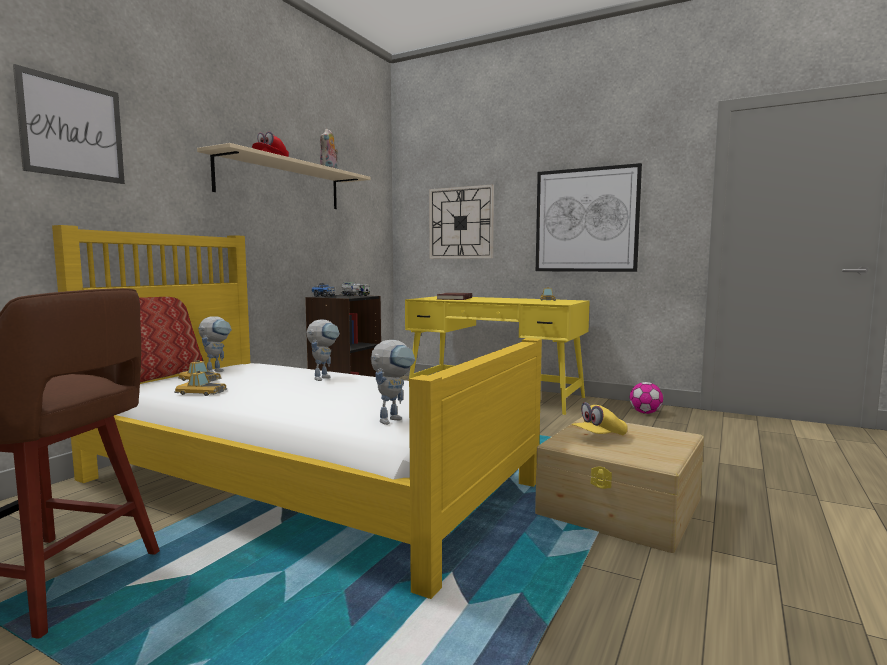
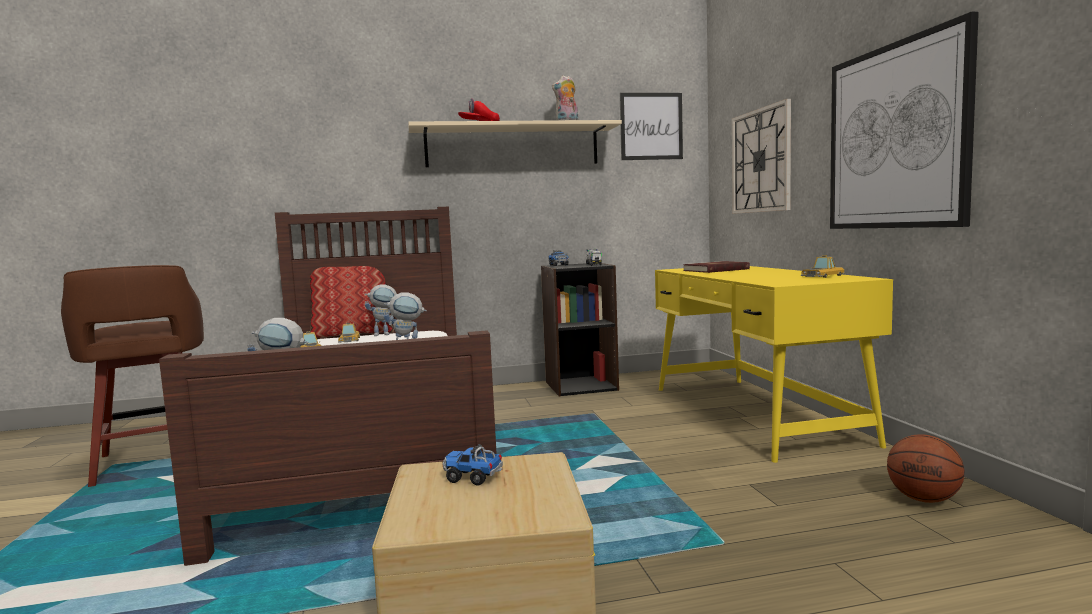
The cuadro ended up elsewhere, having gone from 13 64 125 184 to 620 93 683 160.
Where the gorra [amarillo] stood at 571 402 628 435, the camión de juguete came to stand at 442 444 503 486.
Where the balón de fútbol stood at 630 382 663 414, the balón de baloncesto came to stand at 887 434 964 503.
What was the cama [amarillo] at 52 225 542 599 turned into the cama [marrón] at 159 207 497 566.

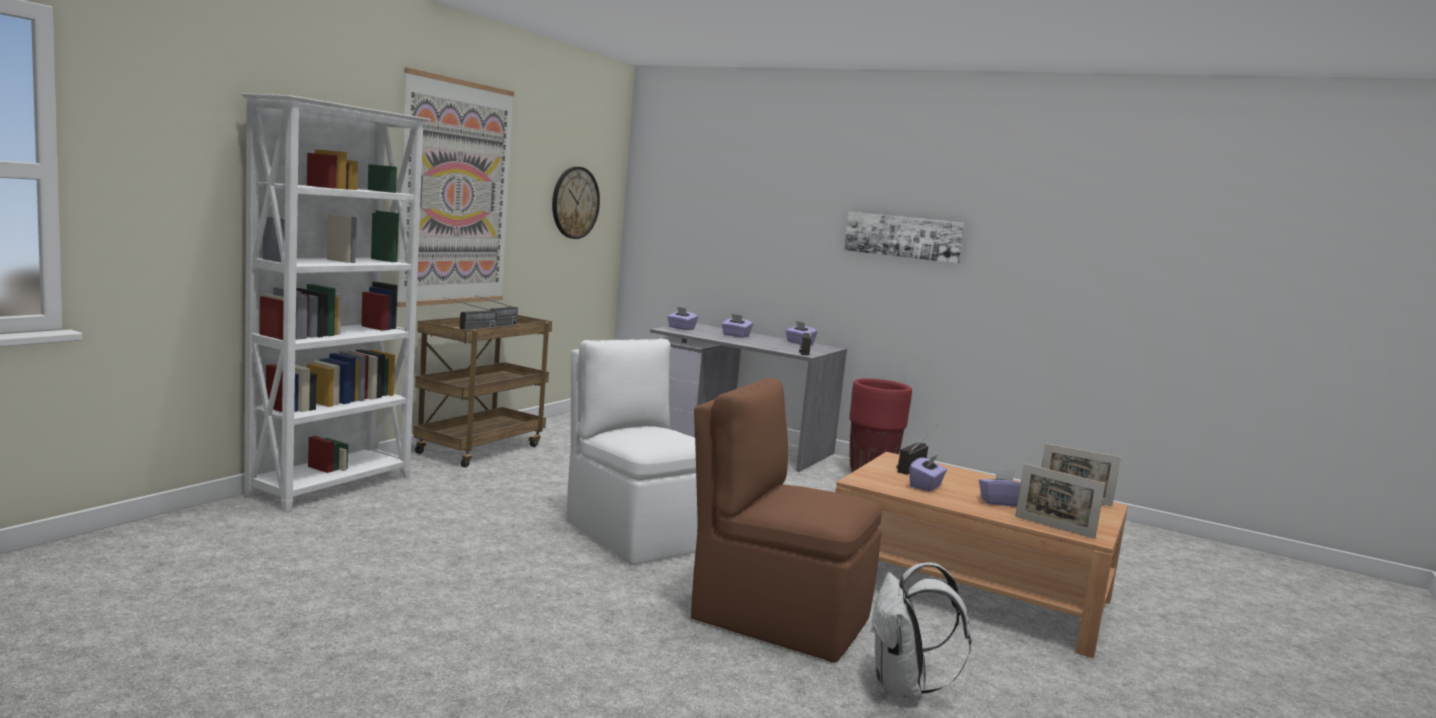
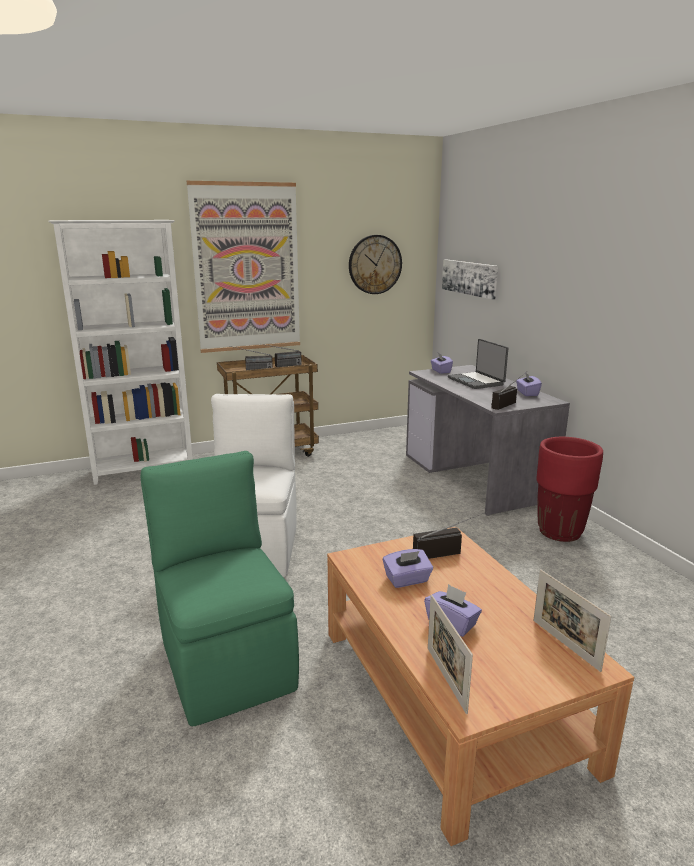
The second view lost the mochila [blanco] at 870 562 972 700.
The cuadro ended up elsewhere, having gone from 844 212 965 263 to 442 259 498 300.
Where the caja de pañuelos [morado] stood at 721 314 753 338, the portátil came to stand at 448 339 508 389.
What was the silla [marrón] at 691 378 882 663 turned into the silla [verde] at 140 451 299 726.

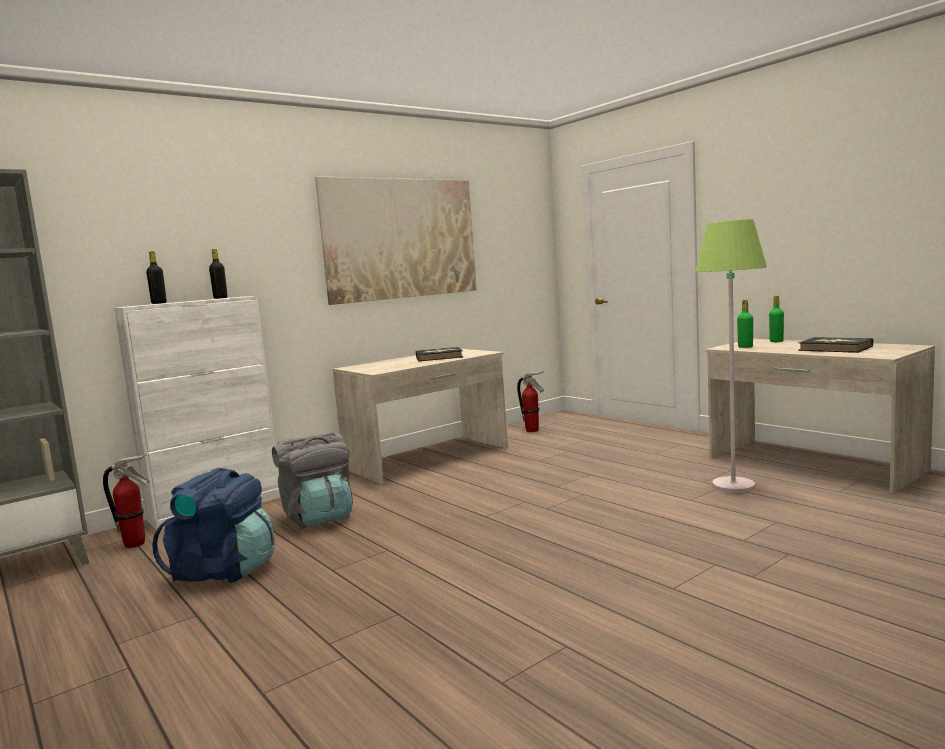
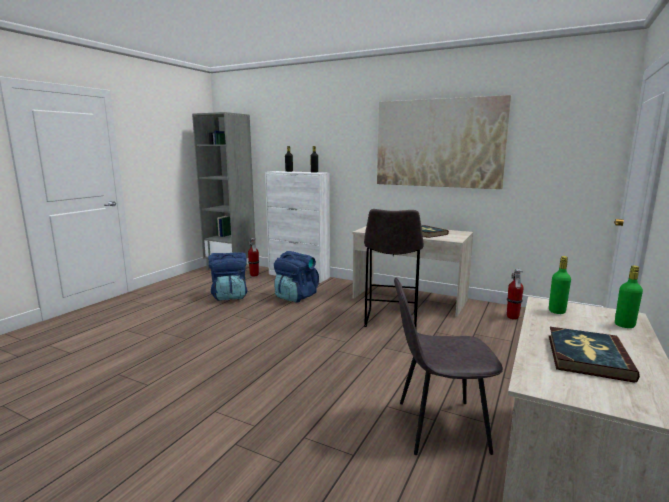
The second view gained the taburete [gris] at 364 209 424 327.
Where the lámpara de pie [verde] stood at 695 219 767 493, the silla [gris] came to stand at 394 277 503 455.
What was the mochila [gris] at 272 432 353 529 turned into the mochila [azul] at 274 251 319 303.

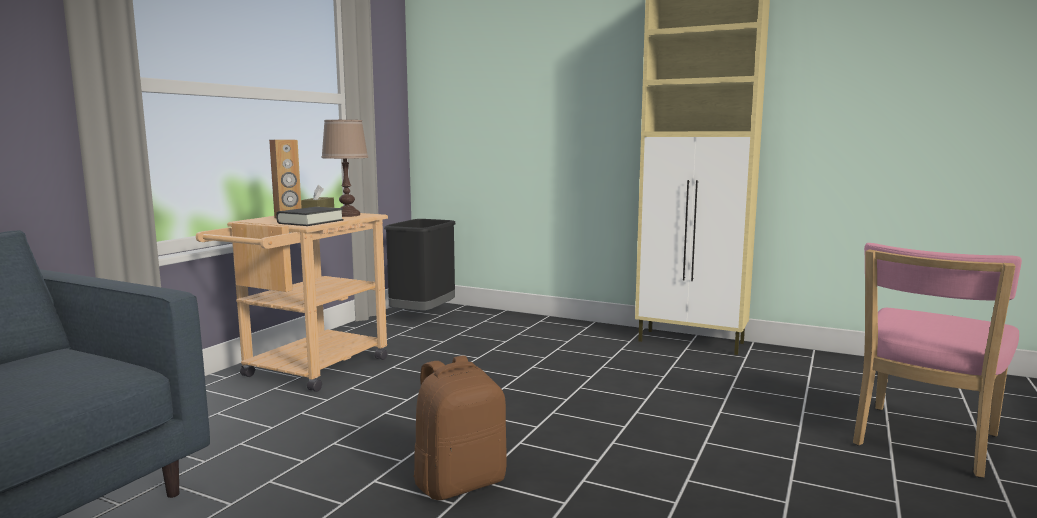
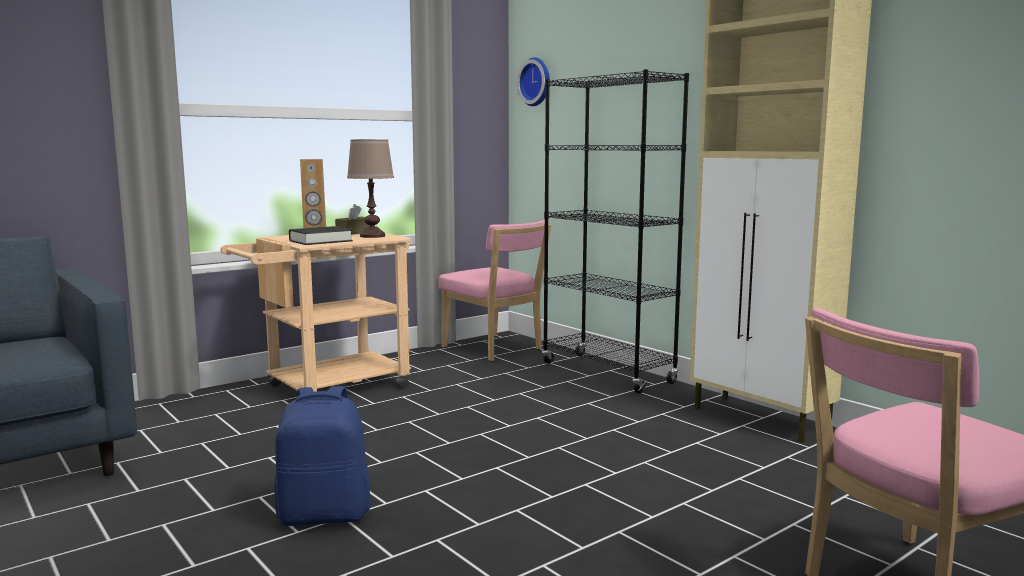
The second view gained the reloj de pared at 517 57 550 106.
The second view gained the estantería [negro] at 542 69 689 394.
Where the papelera [negro] stood at 384 219 456 311, the silla [rosa] came to stand at 438 220 551 362.
What was the mochila [marrón] at 413 355 507 500 turned into the mochila [azul] at 274 386 371 526.

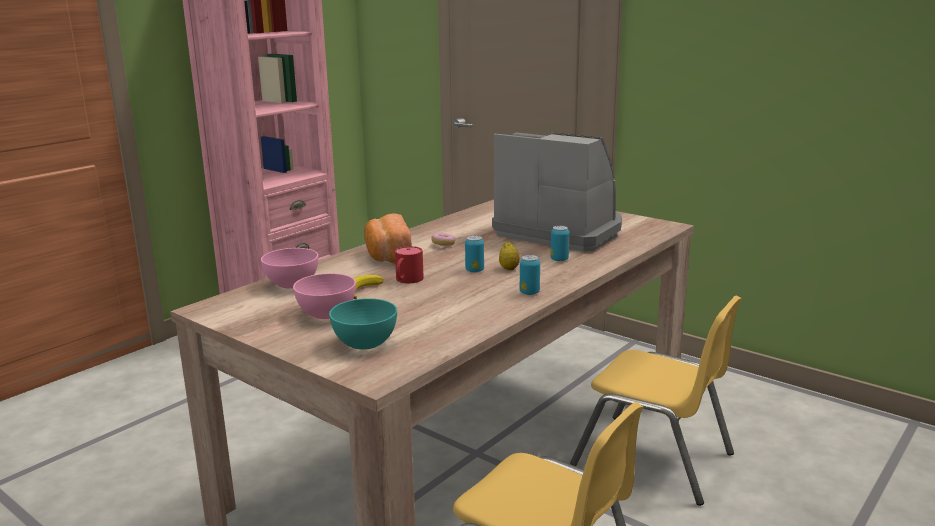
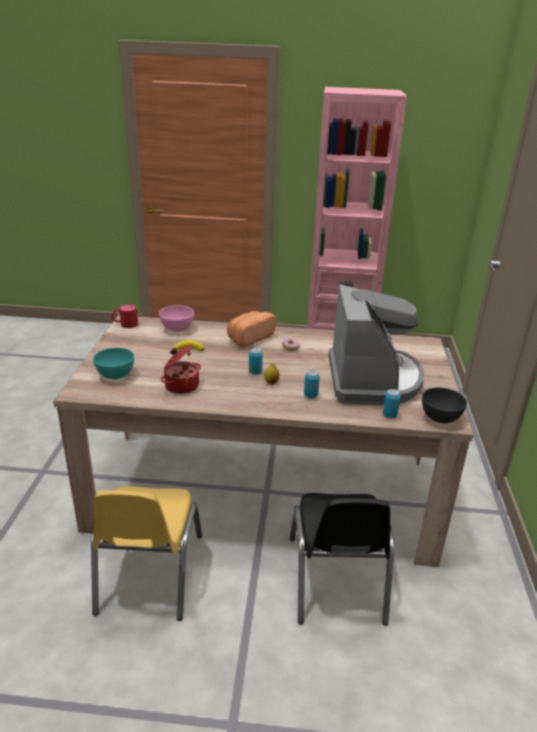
The second view lost the cuenco [rosa] at 293 273 356 319.
The second view gained the olla at 161 344 201 394.
The second view gained the cuenco [gris] at 422 388 467 423.
The taza grande [rojo] ended up elsewhere, having gone from 395 246 424 283 to 112 304 138 328.
The lata ended up elsewhere, having gone from 520 255 540 295 to 383 389 401 418.
What was the silla [amarillo] at 570 296 742 506 turned into the silla [negro] at 290 493 394 626.

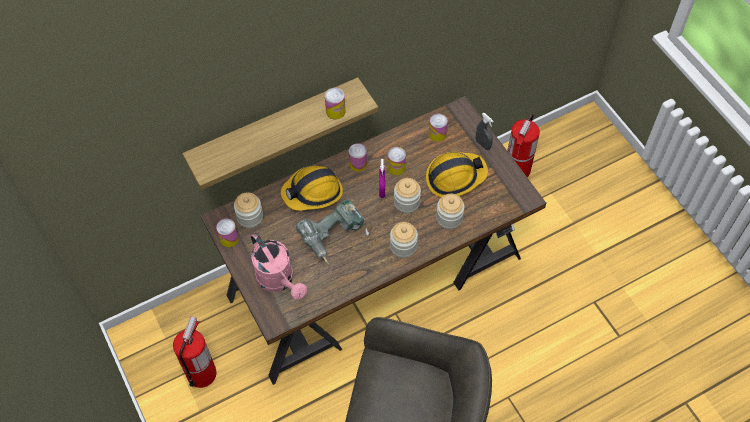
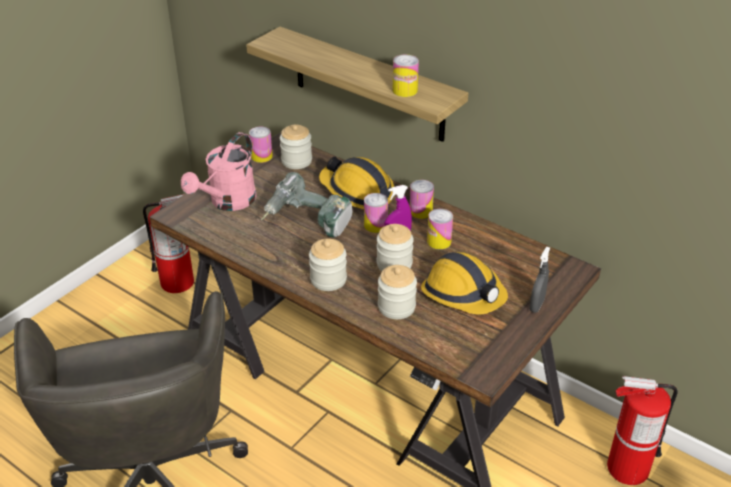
The lata ended up elsewhere, having gone from 429 114 448 142 to 364 193 388 233.

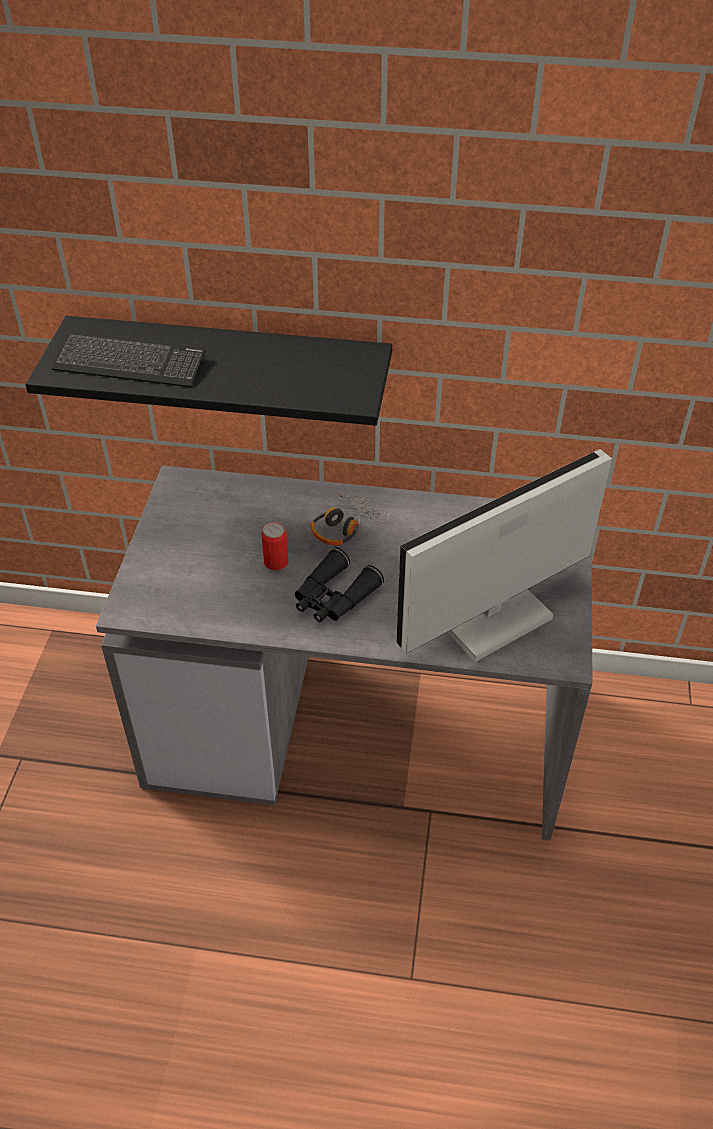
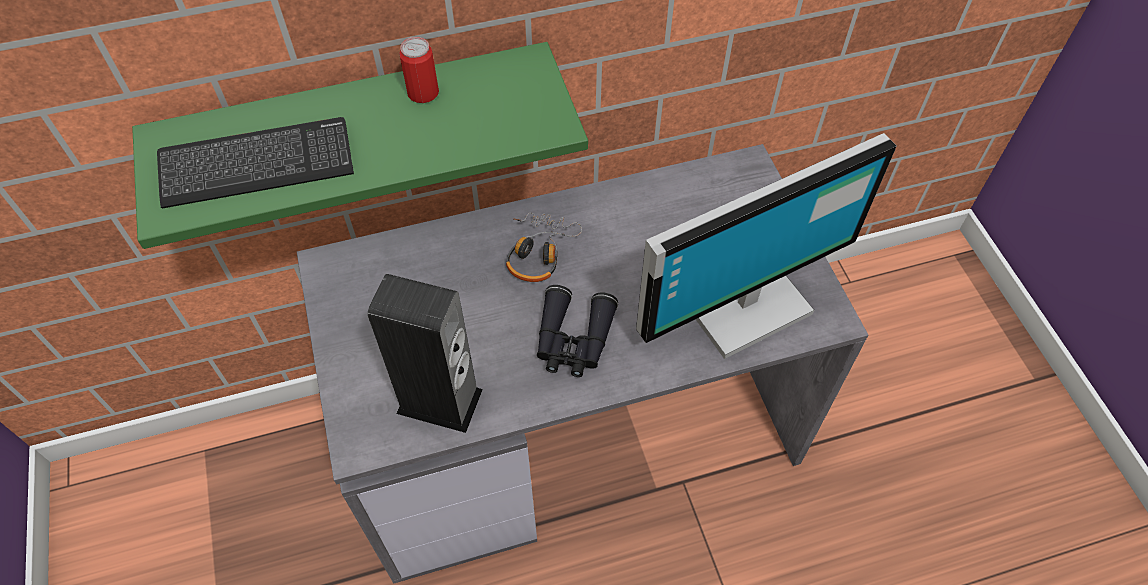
The second view gained the altavoz at 368 274 483 433.
The lata ended up elsewhere, having gone from 261 522 288 570 to 399 37 439 103.
What was the estante [negro] at 25 316 392 426 turned into the estante [verde] at 132 42 588 249.
The monitor at 396 449 612 662 ended up facing another way, 150 degrees counterclockwise from before.

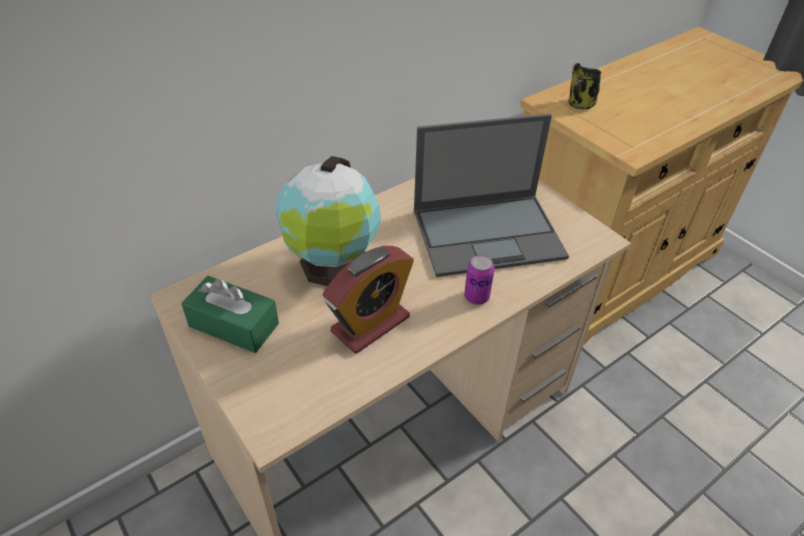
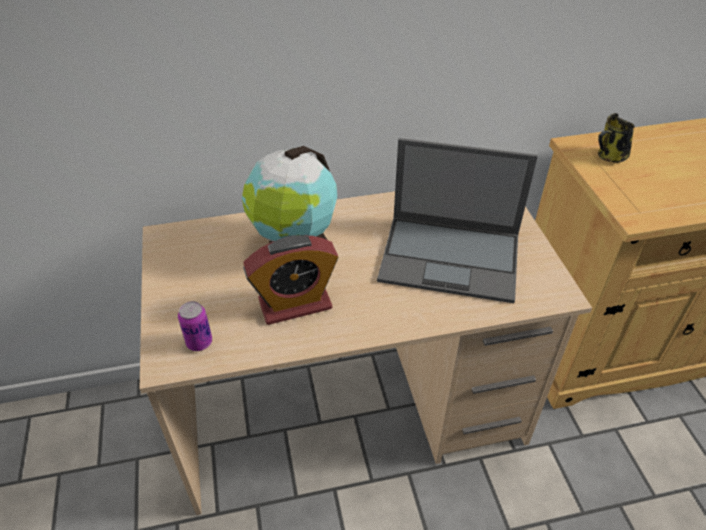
The second view lost the caja de pañuelos [verde] at 181 276 279 353.
The lata ended up elsewhere, having gone from 464 255 495 305 to 178 301 212 351.

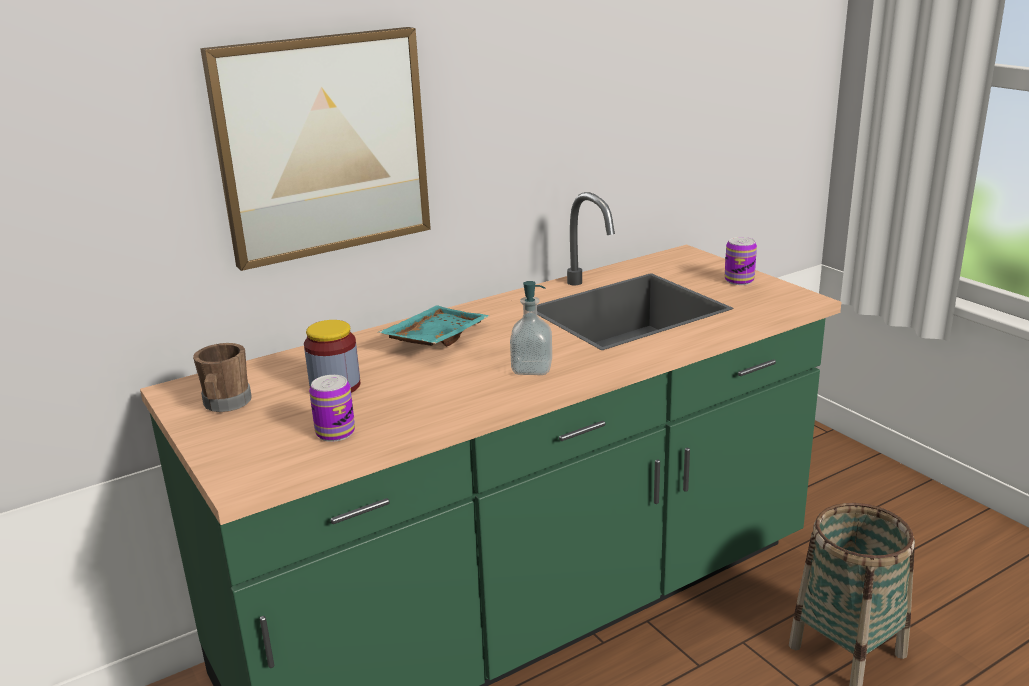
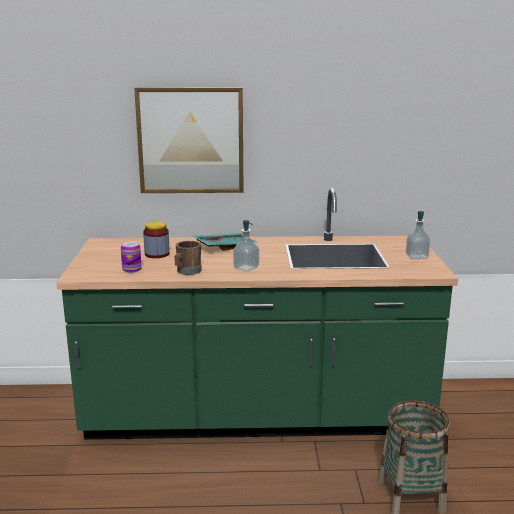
The taza grande [marrón] ended up elsewhere, having gone from 193 343 252 412 to 174 241 202 275.
Where the lata stood at 725 237 757 285, the dispensador de jabón came to stand at 406 211 430 259.

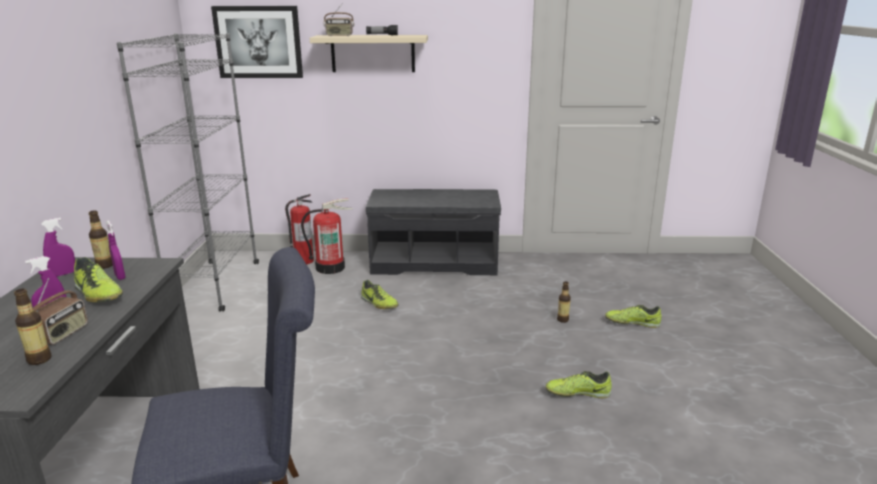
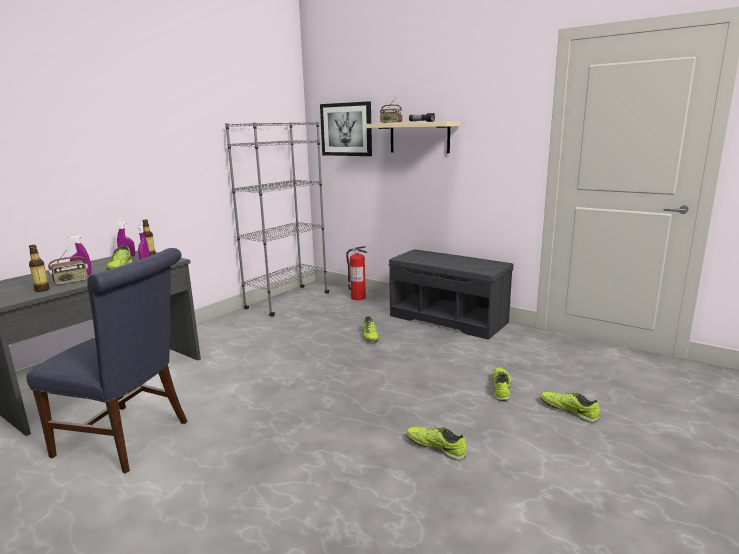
The second view lost the extintor at 301 199 353 274.
Where the botella stood at 557 281 571 323, the zapato came to stand at 492 367 511 401.

